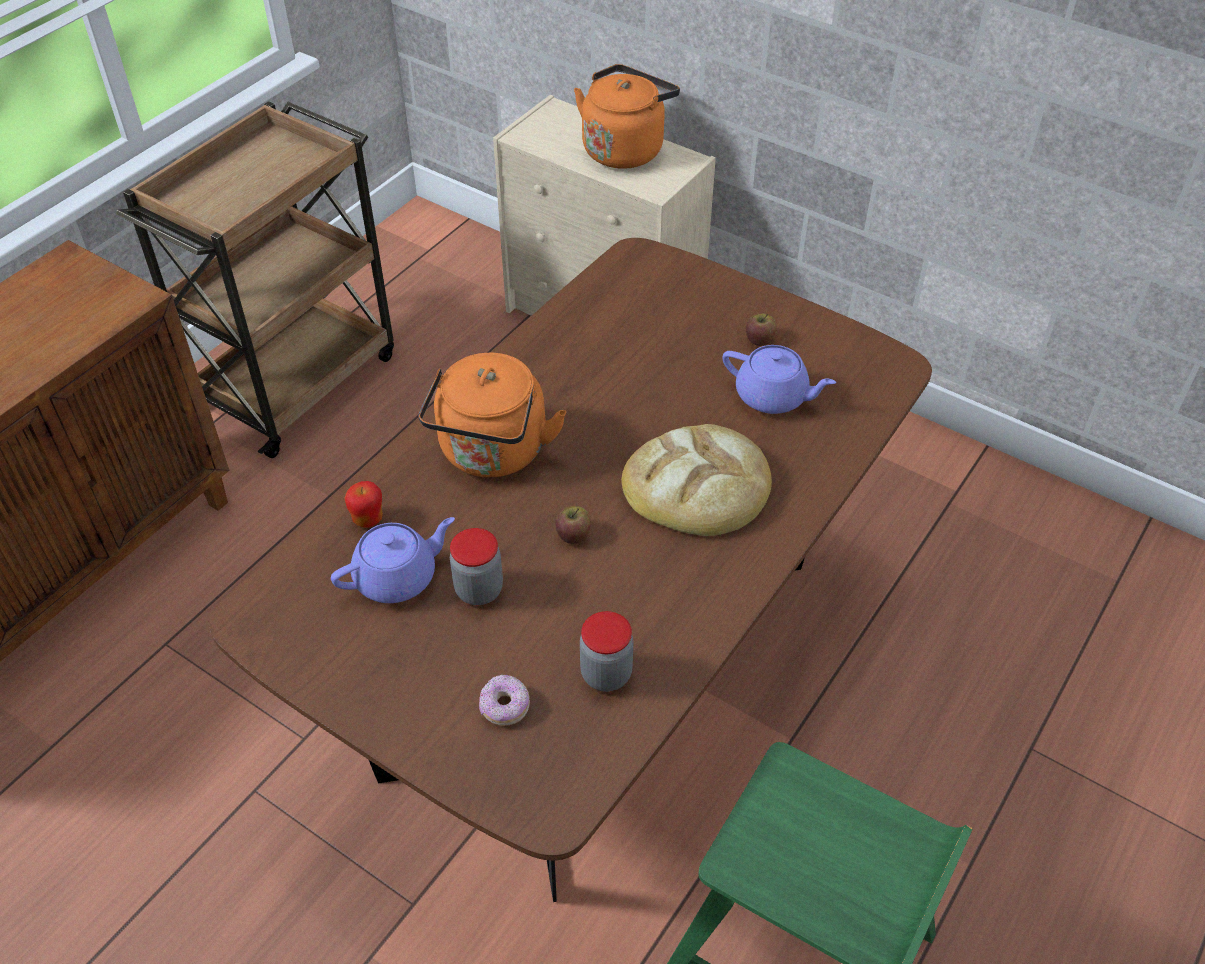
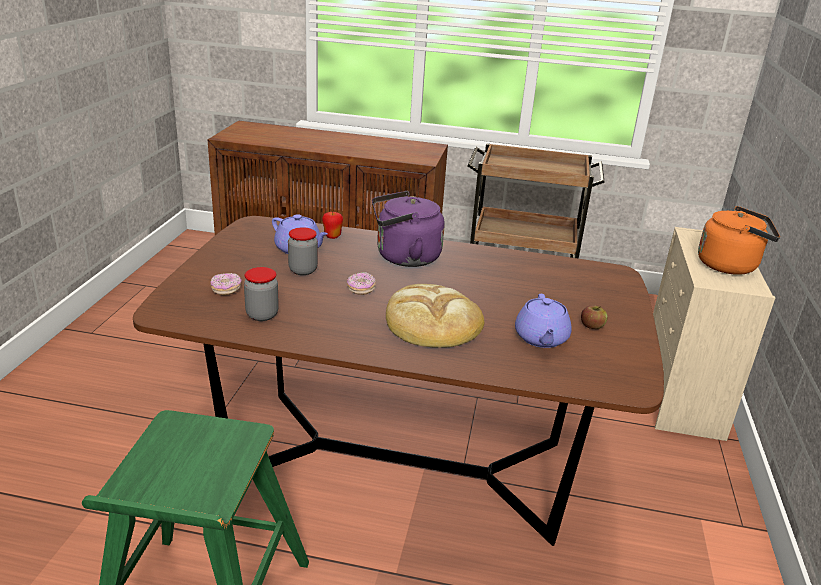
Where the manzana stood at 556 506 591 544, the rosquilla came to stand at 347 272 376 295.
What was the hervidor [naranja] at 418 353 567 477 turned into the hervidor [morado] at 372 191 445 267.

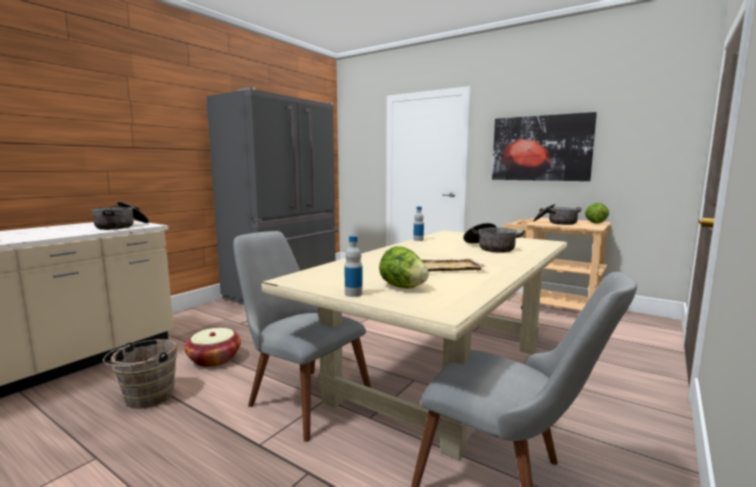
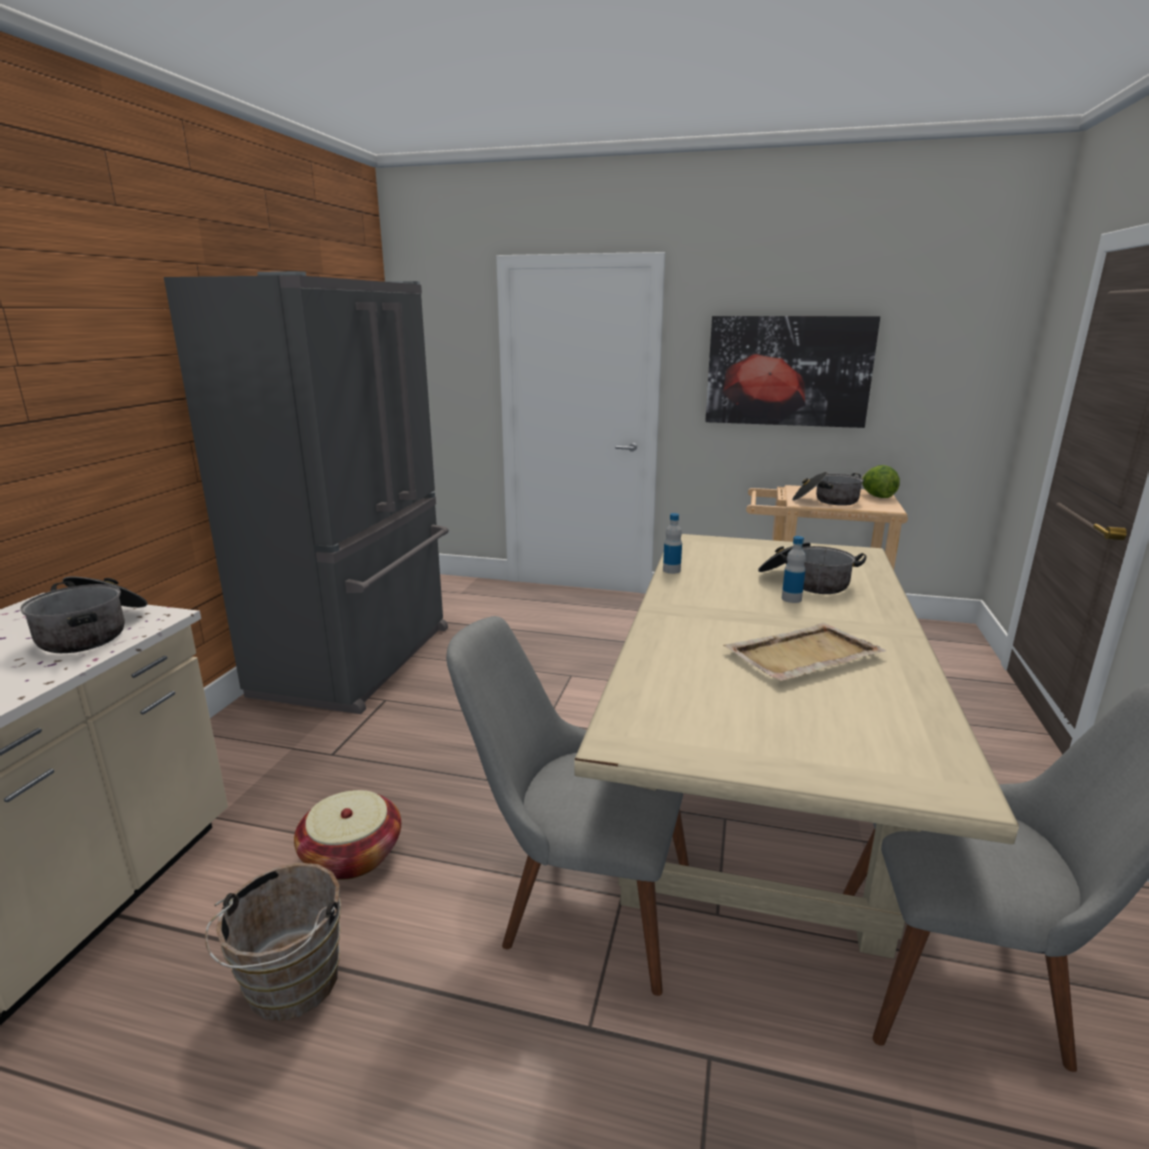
The second view lost the lechuga at 379 246 429 288.
The botella ended up elsewhere, having gone from 344 236 363 297 to 782 536 806 603.

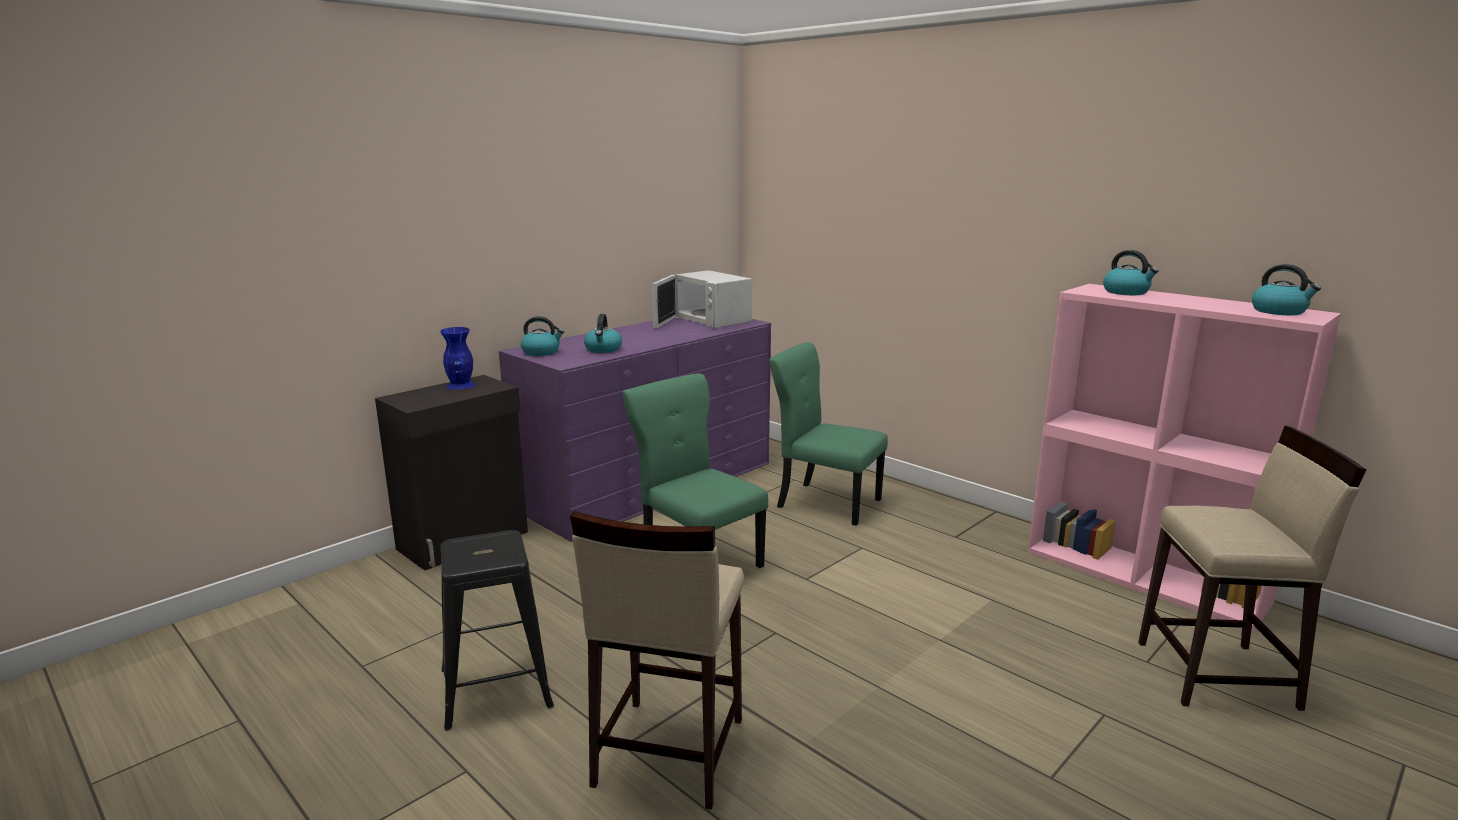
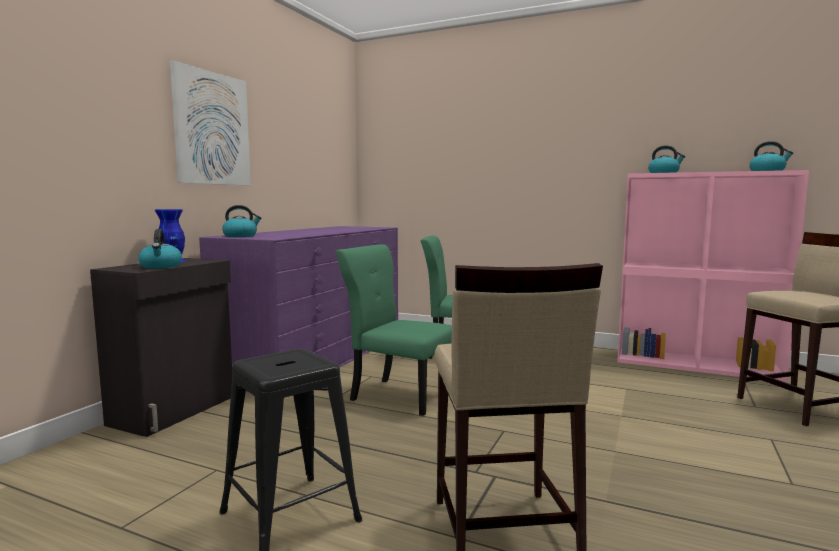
The second view lost the microondas [blanco] at 652 270 752 328.
The second view gained the cuadro at 170 60 251 185.
The hervidor ended up elsewhere, having gone from 584 314 622 353 to 138 229 182 269.

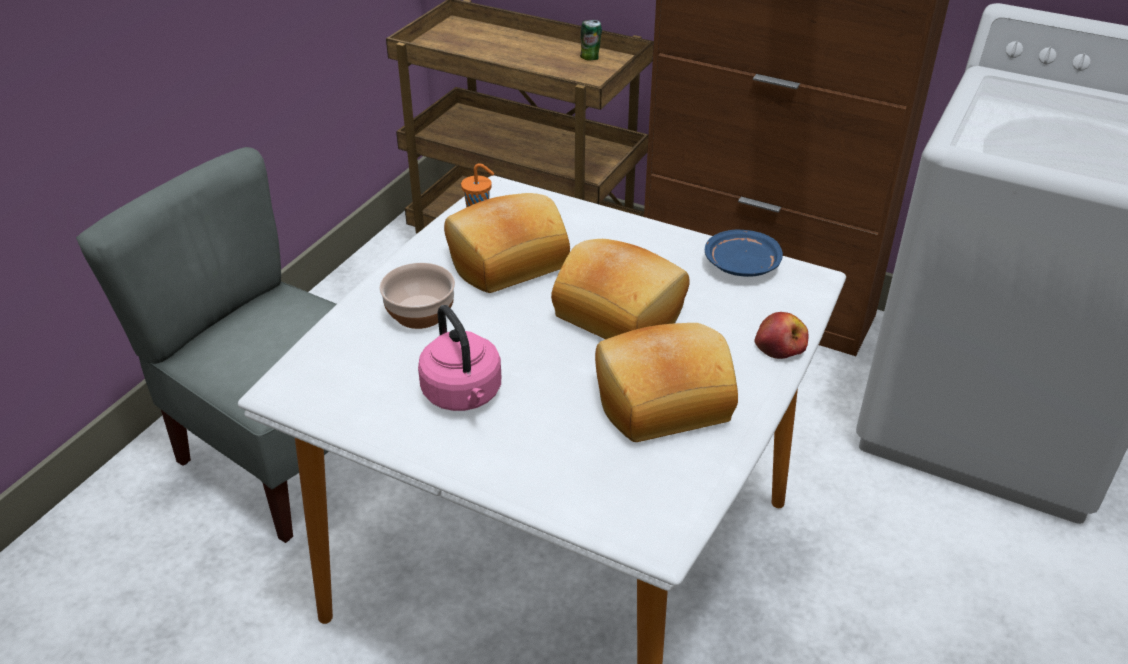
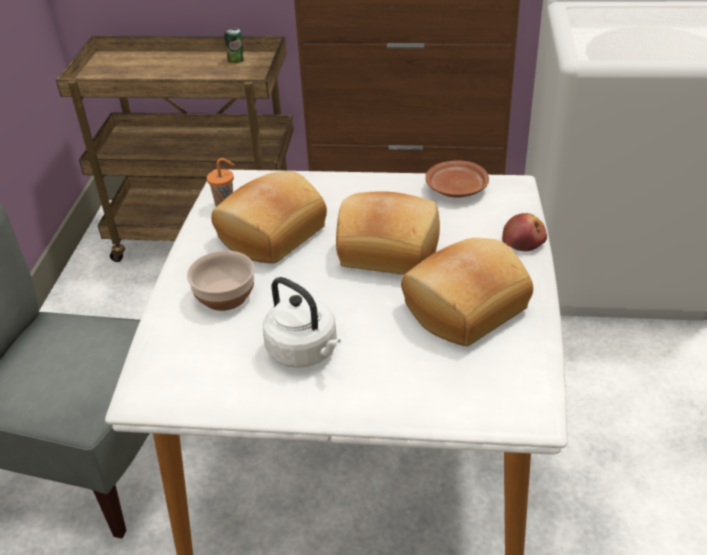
What was the hervidor [rosa] at 418 305 501 411 turned into the hervidor [blanco] at 263 277 341 368.
What was the plato [azul] at 705 229 783 277 turned into the plato [marrón] at 425 161 489 198.

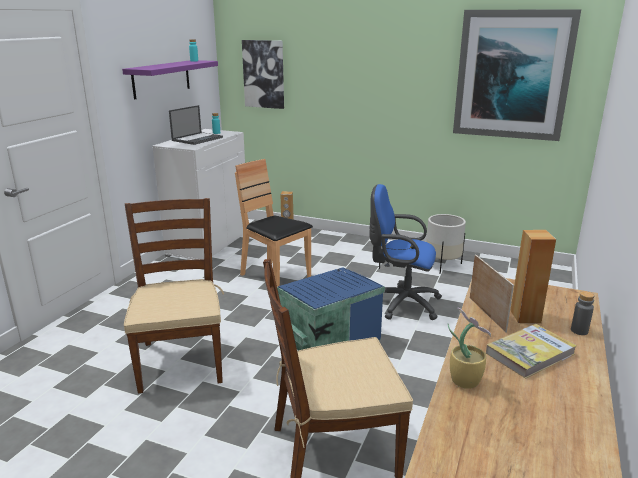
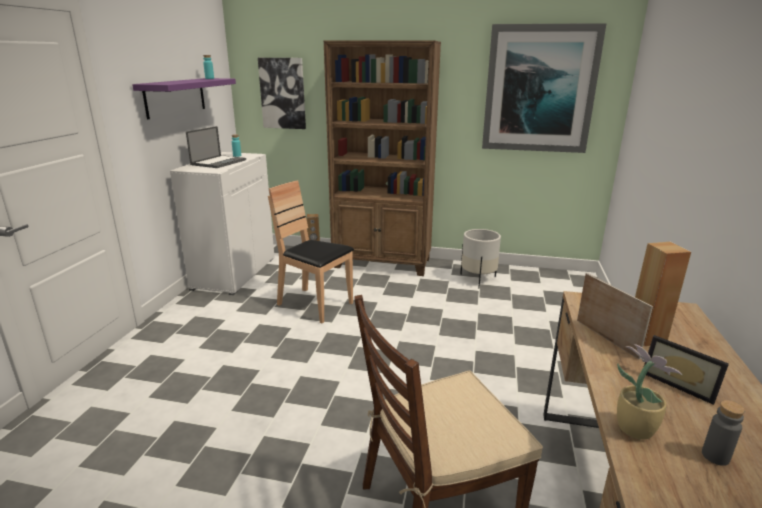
The second view lost the silla [marrón] at 124 198 224 394.
The second view lost the caja de almacenaje [azul] at 277 267 385 351.
The second view lost the silla de oficina [azul] at 369 184 442 320.
The second view gained the estantería [marrón] at 324 40 441 276.
The botella [gris] ended up elsewhere, having gone from 571 291 595 335 to 702 400 745 466.
Where the libro stood at 486 324 577 379, the portarretratos came to stand at 644 335 729 405.

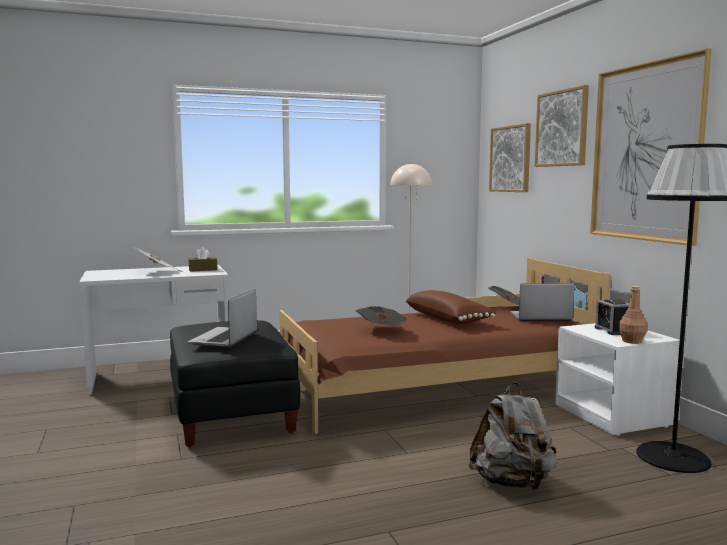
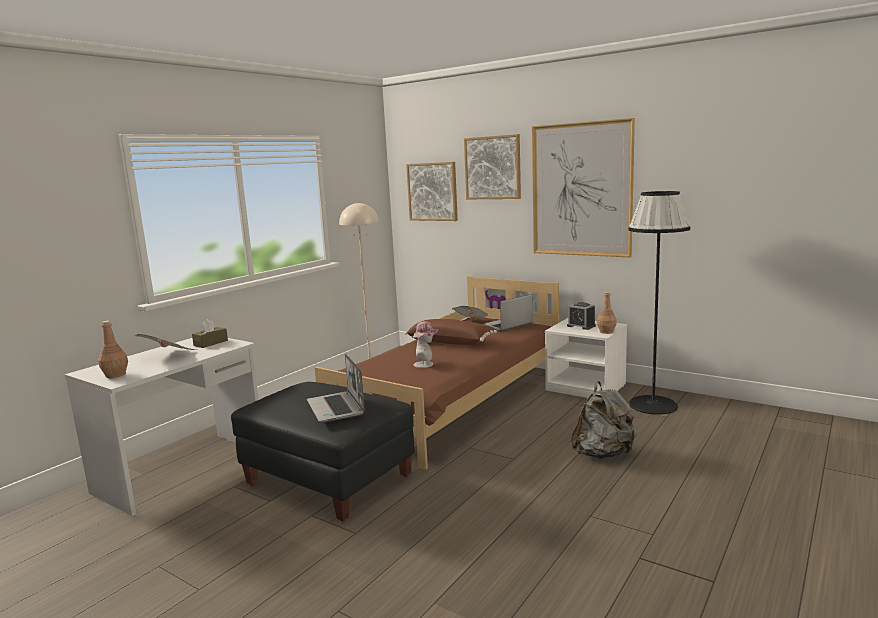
The second view gained the botella [marrón] at 98 321 128 378.
Where the periódico stood at 356 306 407 326, the sombrero came to stand at 413 321 438 368.

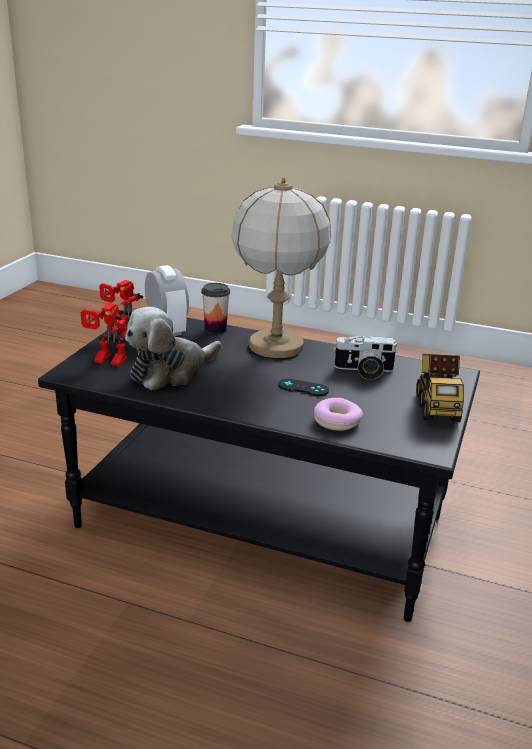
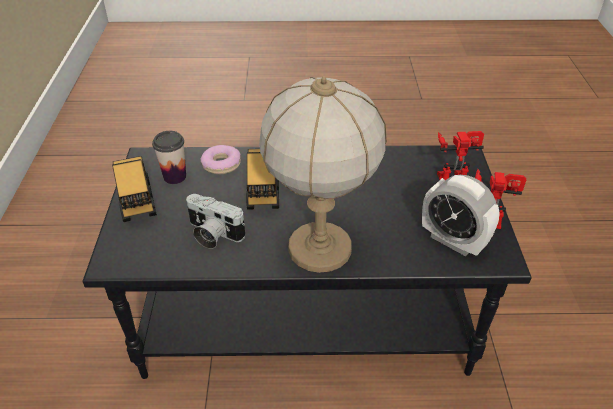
The second view lost the peluche at 125 307 221 390.
The taza ended up elsewhere, having gone from 201 283 230 334 to 152 131 186 184.
Where the mando de consola [negro] stood at 278 379 329 396, the camión de juguete came to stand at 246 149 279 210.
The cámara at 334 336 398 380 ended up facing another way, 135 degrees counterclockwise from before.

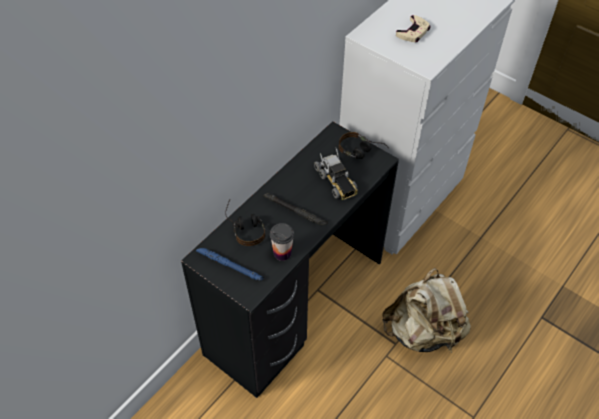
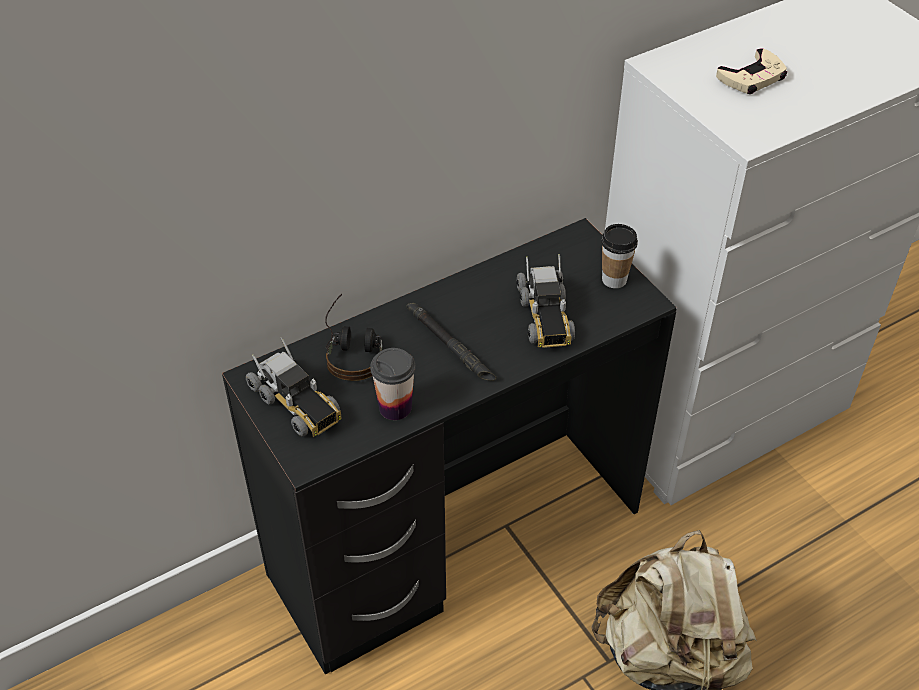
Where the linterna [azul] stood at 196 248 264 281, the camión de juguete came to stand at 246 337 342 437.
Where the auriculares stood at 339 132 389 159, the taza came to stand at 601 224 638 288.

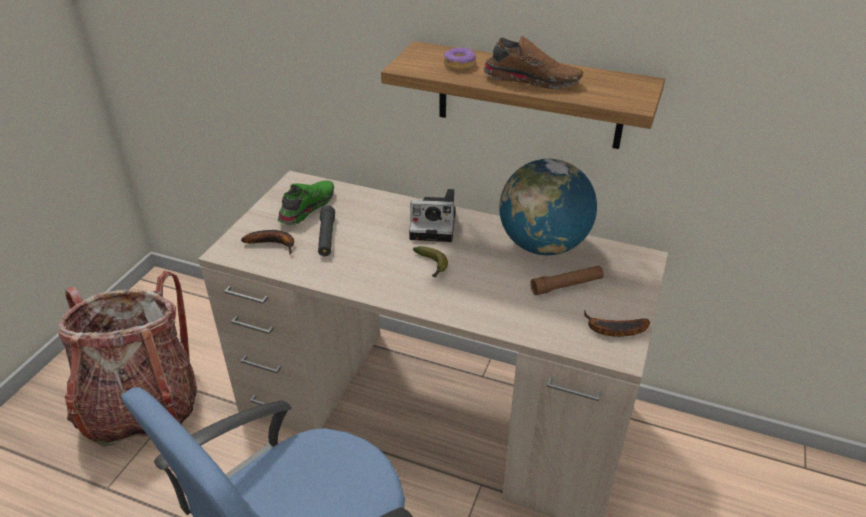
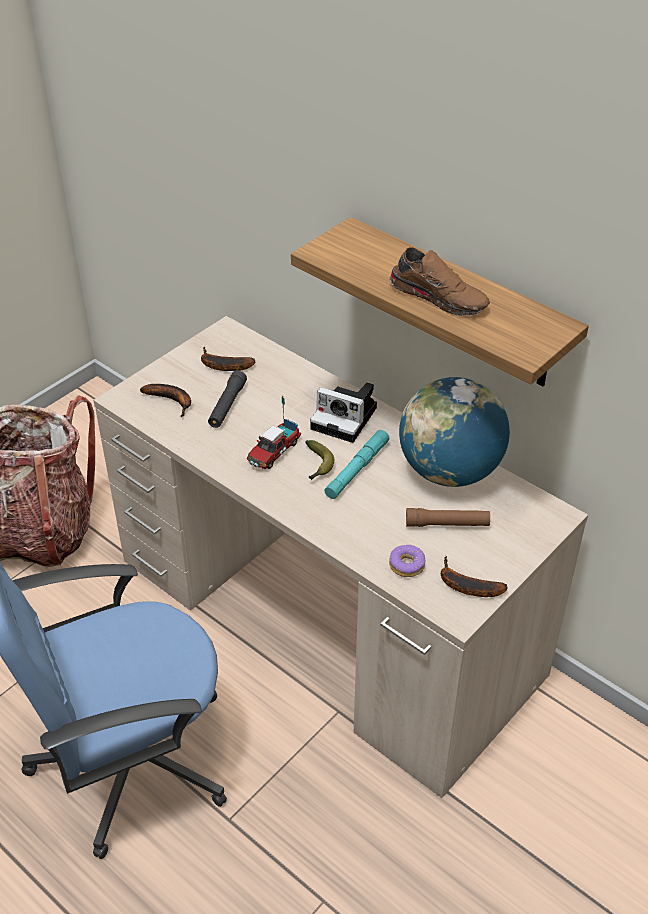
The second view gained the camión de juguete at 247 396 301 469.
The second view gained the linterna [turquesa] at 324 430 389 499.
The rosquilla ended up elsewhere, having gone from 444 48 476 70 to 389 545 425 577.
Where the zapato [verde] stood at 278 180 334 225, the plátano came to stand at 201 347 256 371.

